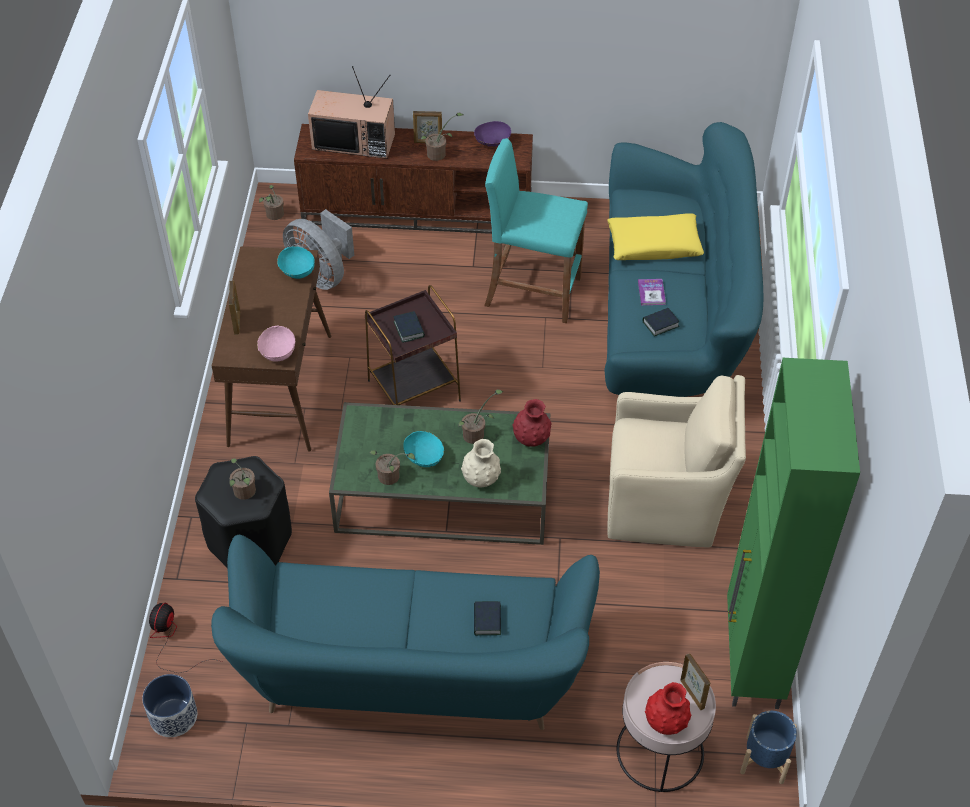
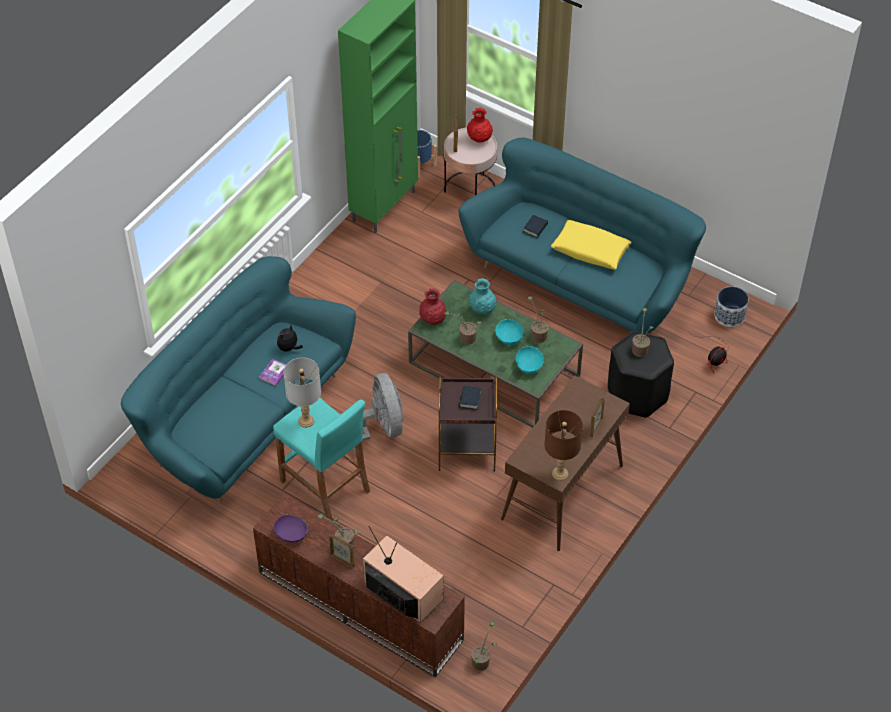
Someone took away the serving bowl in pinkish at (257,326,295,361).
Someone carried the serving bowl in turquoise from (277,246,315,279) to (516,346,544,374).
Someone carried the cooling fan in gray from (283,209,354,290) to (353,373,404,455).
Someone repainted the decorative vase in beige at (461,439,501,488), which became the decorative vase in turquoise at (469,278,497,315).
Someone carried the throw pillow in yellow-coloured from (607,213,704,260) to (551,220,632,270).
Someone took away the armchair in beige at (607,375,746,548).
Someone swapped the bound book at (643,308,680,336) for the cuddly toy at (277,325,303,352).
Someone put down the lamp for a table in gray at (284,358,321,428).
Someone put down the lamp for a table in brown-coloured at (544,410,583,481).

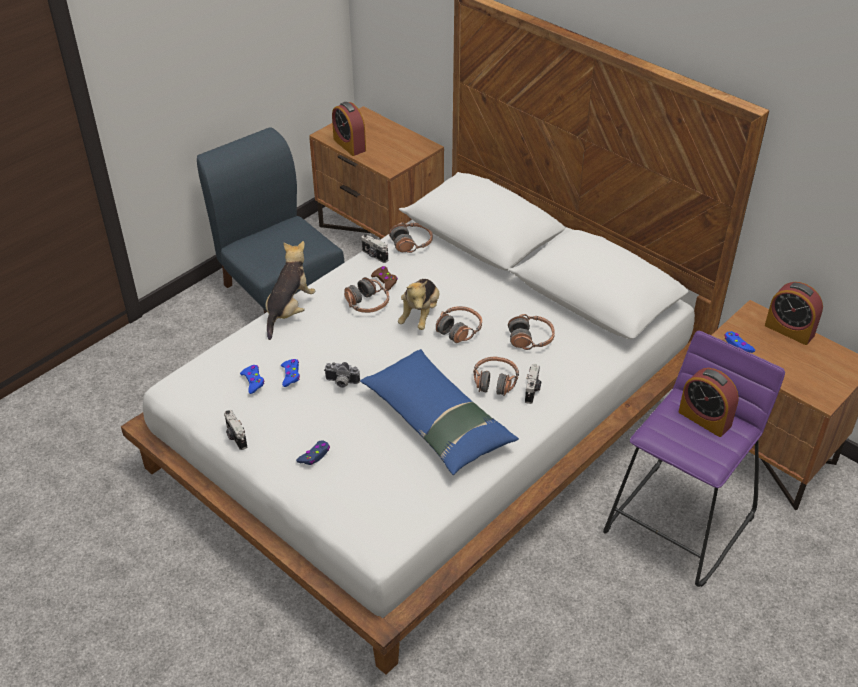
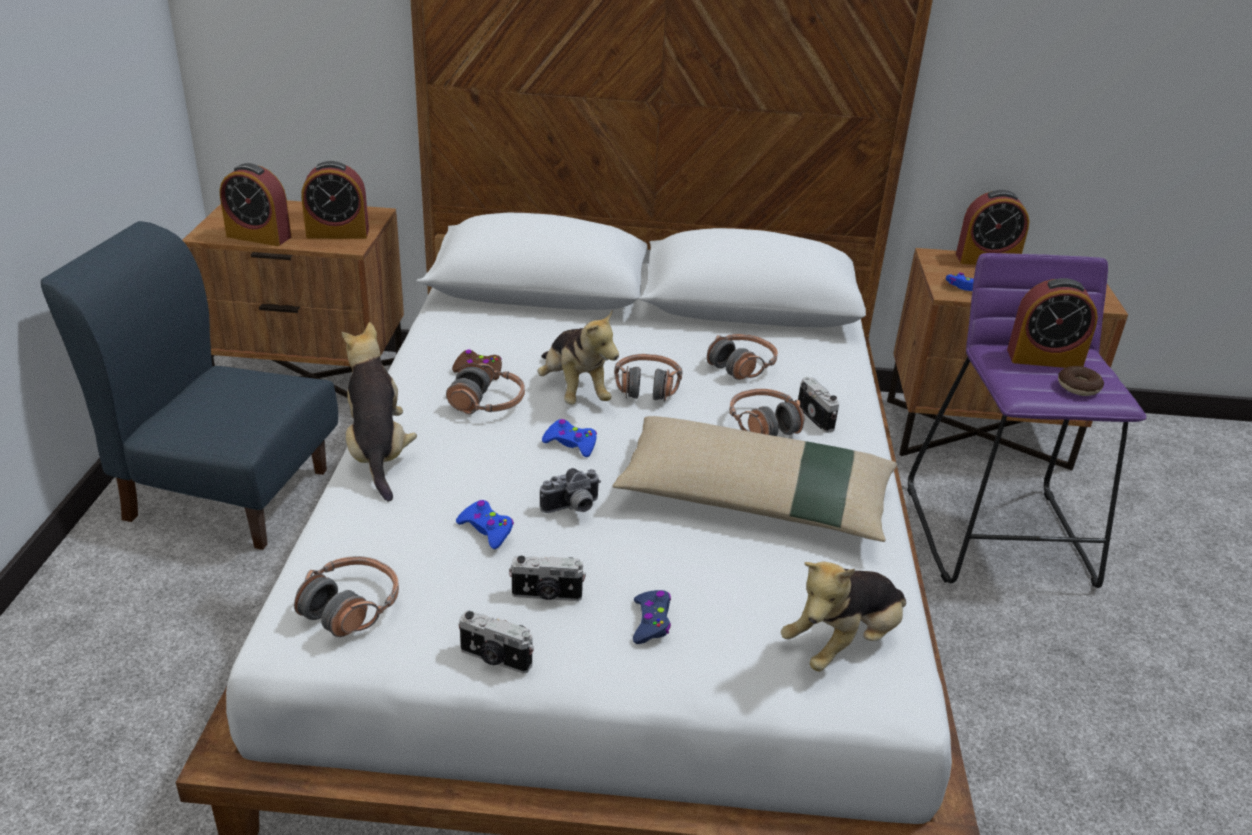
Someone carried the game controller in blue-coloured from (240,365,264,394) to (542,419,597,457).
Someone repainted the throw pillow in blue-coloured at (360,349,519,475), which became the throw pillow in beige at (613,416,897,542).
Someone carried the photo camera from (362,234,388,263) to (509,556,586,601).
Someone carried the headphones from (389,222,433,253) to (294,556,399,637).
Someone put down the alarm clock at (301,161,369,239).
Someone put down the cuddly toy at (781,562,906,672).
Someone put down the doughnut at (1058,366,1104,396).

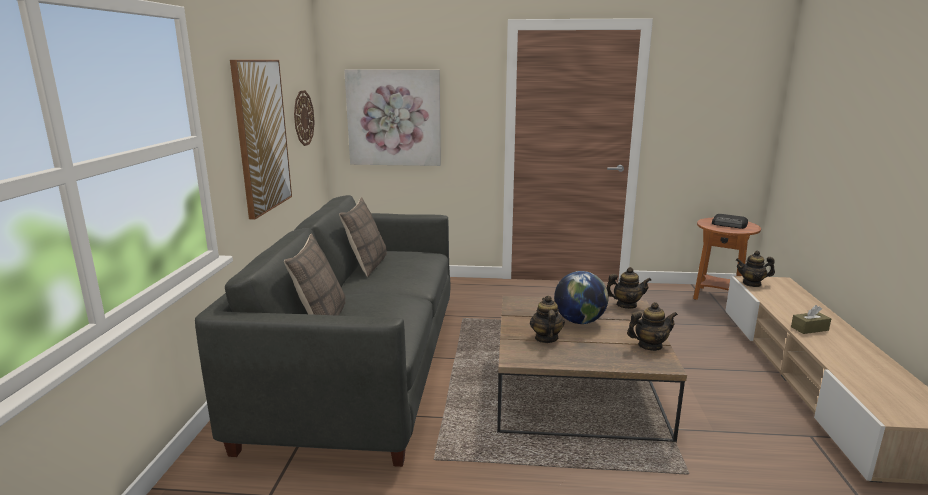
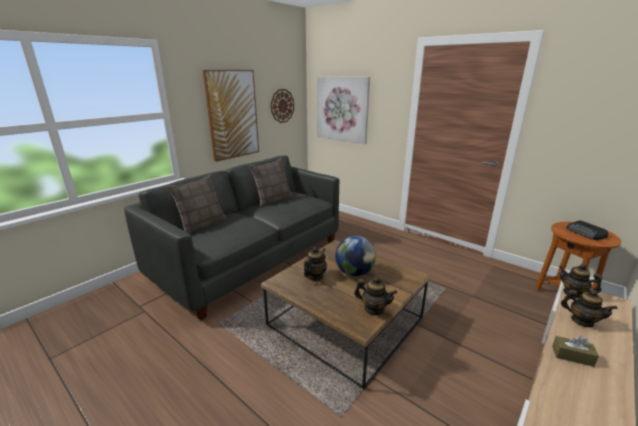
Someone carried the tea pot from (607,267,651,309) to (561,290,618,327).

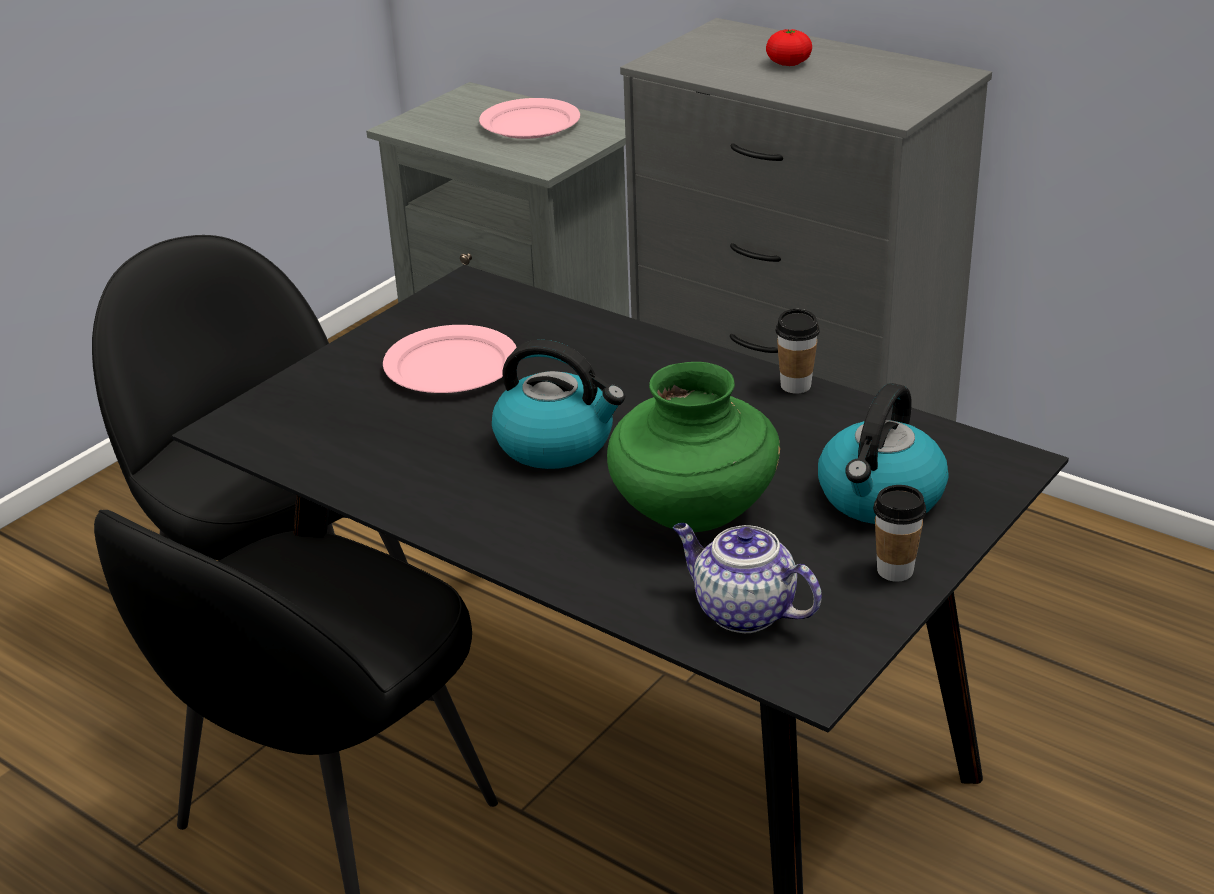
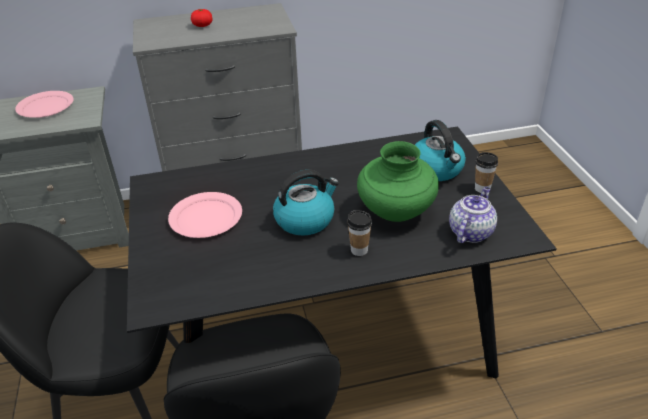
Someone rotated the tea pot at (673,523,822,633) by 135 degrees clockwise.
Someone carried the drinking cup from (776,309,820,394) to (347,210,372,256).

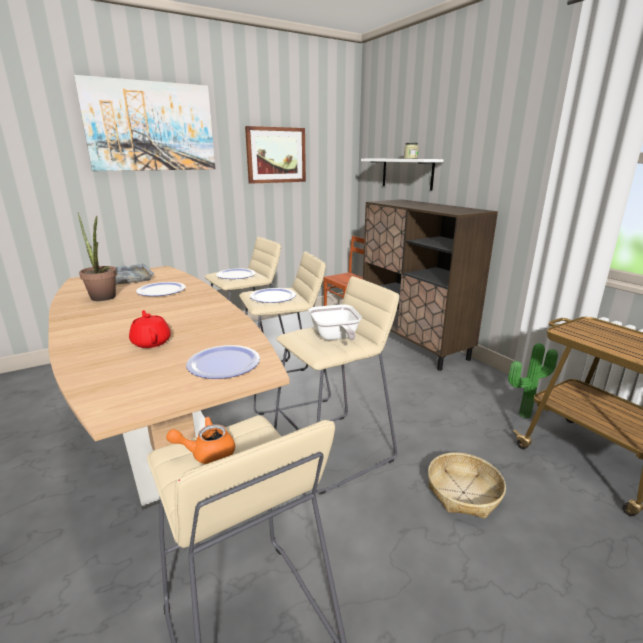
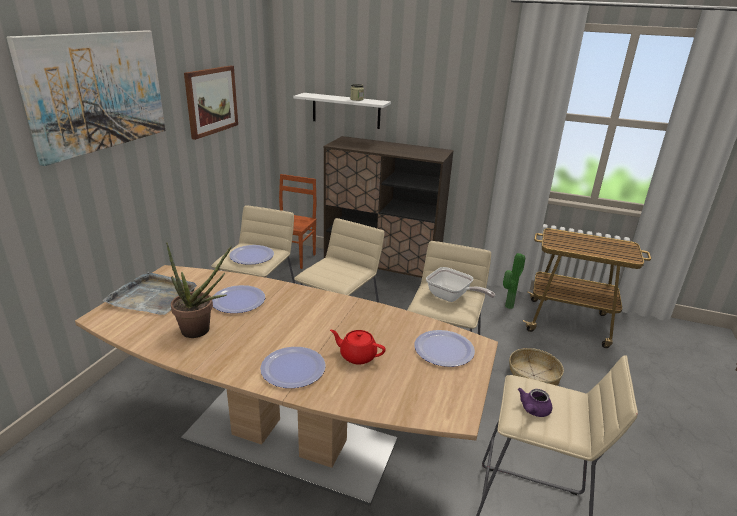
Someone repainted the tea pot in orange at (166,417,235,464), which became the tea pot in purple-coloured at (518,388,552,417).
Someone carried the dinner plate from (250,288,296,303) to (260,347,326,388).

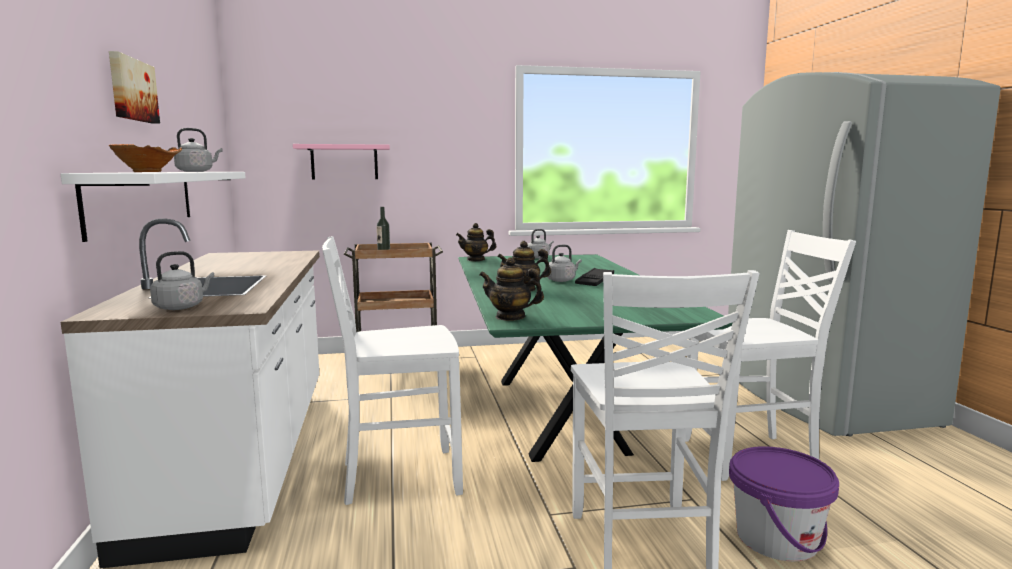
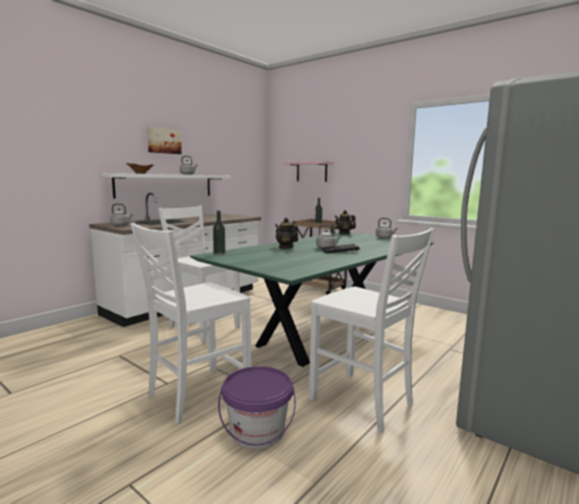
Someone swapped the tea pot at (479,257,544,321) for the beverage bottle at (213,211,225,255).

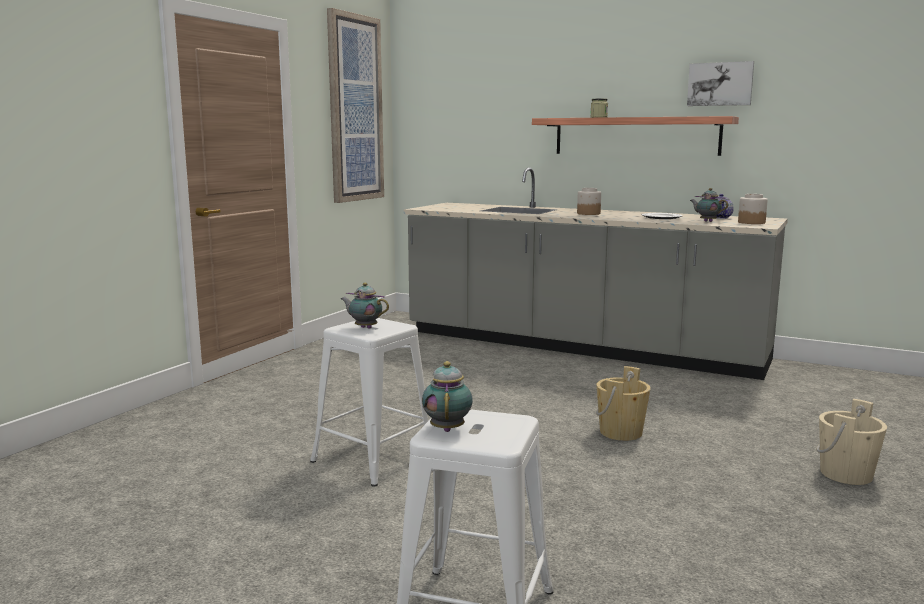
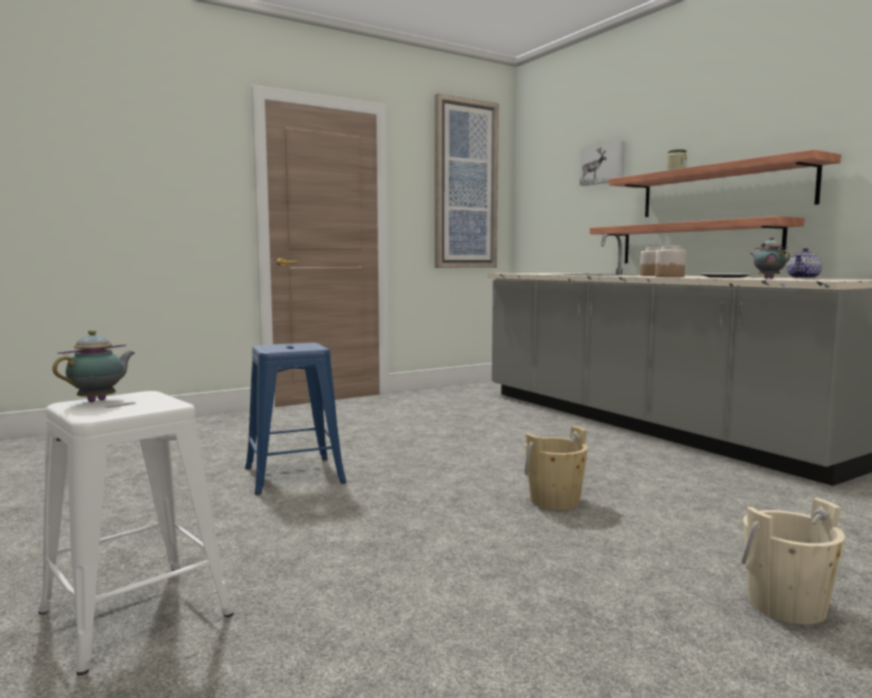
Someone repainted the sitting stool in white at (310,318,428,487), which became the sitting stool in blue-coloured at (245,343,346,495).
Someone took away the tea pot at (341,283,389,329).
Someone carried the picture from (687,61,754,106) to (580,141,625,186).
Someone carried the storage jar from (738,194,768,224) to (655,246,686,277).
Someone put up the wall shelf at (590,216,805,264).

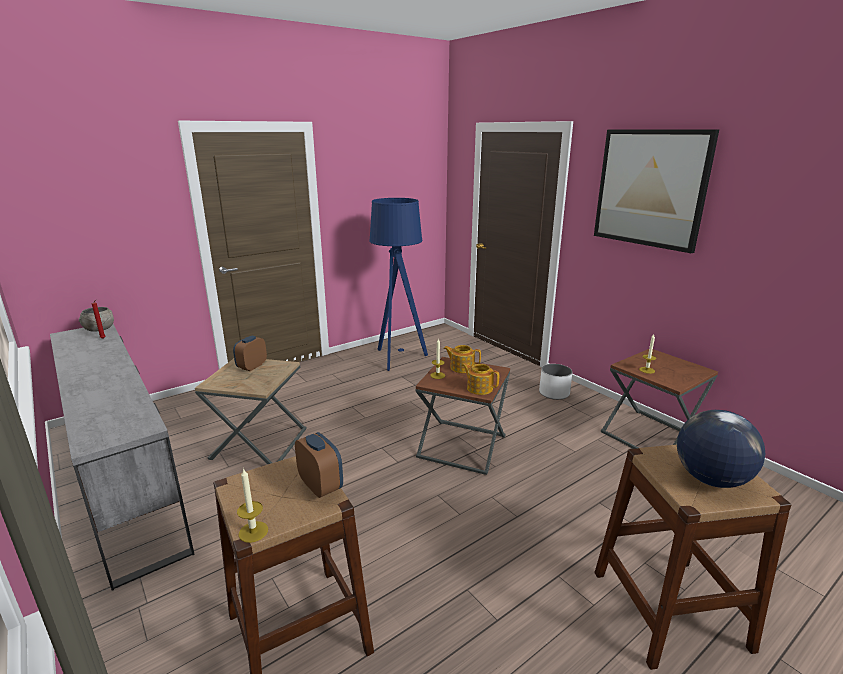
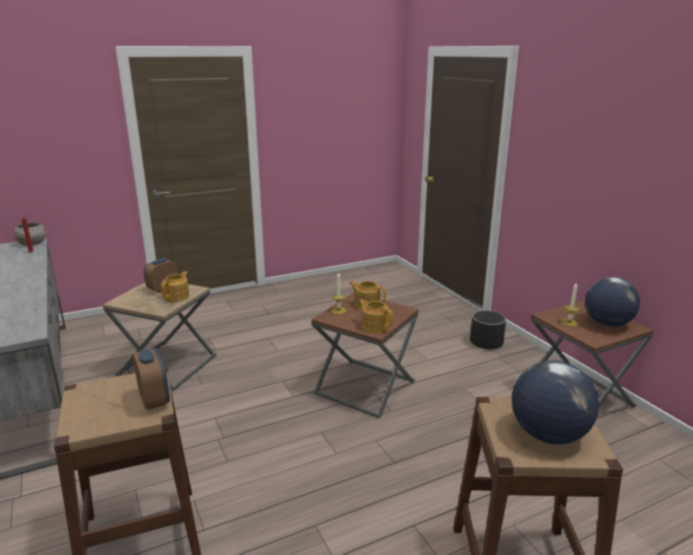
Someone took away the wax candle at (237,468,268,543).
Someone took away the floor lamp in blue-coloured at (369,198,428,371).
Someone repainted the planter in white at (539,364,572,400), which became the planter in black-coloured at (470,310,506,350).
Someone took away the picture at (594,130,719,253).
Someone put down the tea pot at (161,271,189,302).
Someone put down the globe at (585,277,640,327).

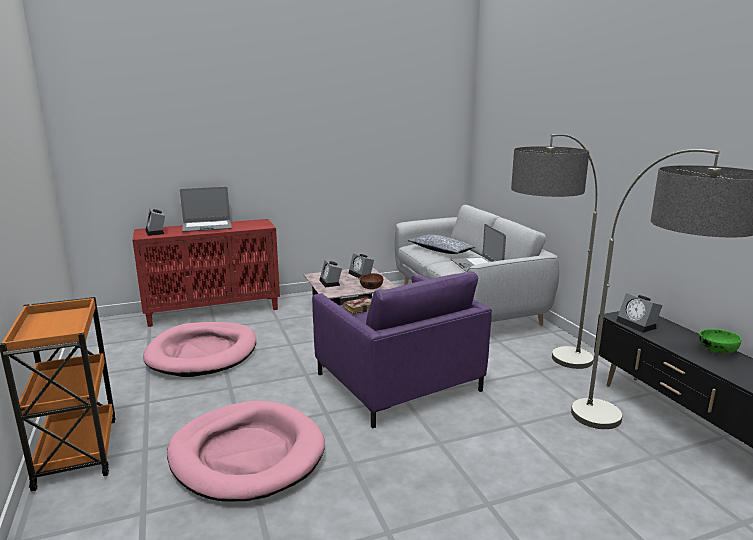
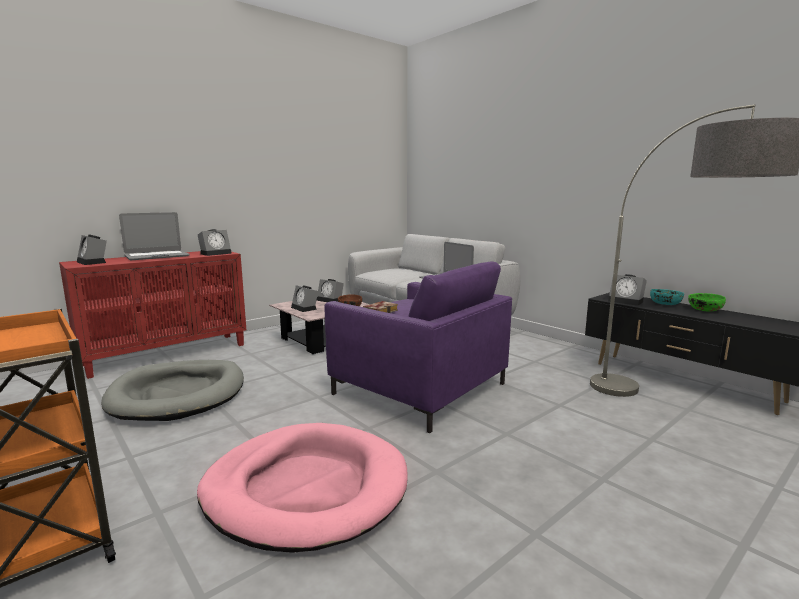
Someone repainted the dog bed in pinkish at (143,322,256,377), which became the dog bed in gray at (101,360,244,421).
Someone took away the throw pillow at (408,235,475,254).
Someone took away the floor lamp at (511,134,597,369).
Someone put down the alarm clock at (198,229,232,256).
Someone put down the serving bowl in turquoise at (650,289,684,305).

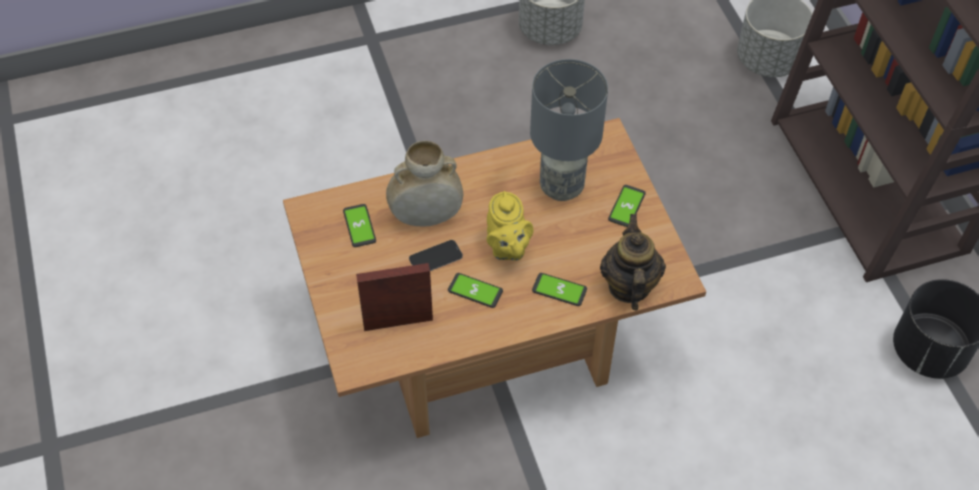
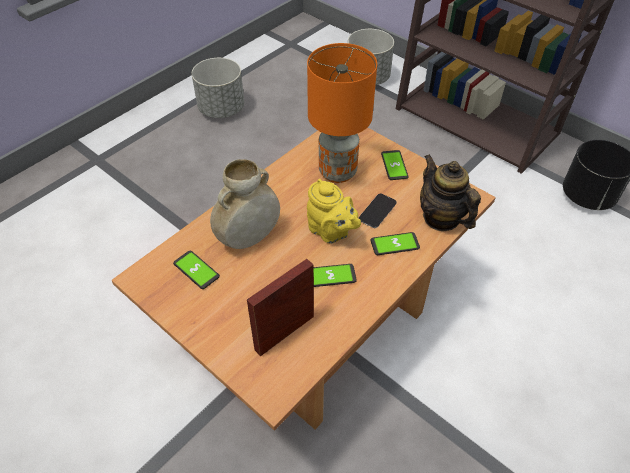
Someone carried the phone from (409,240,463,271) to (358,194,397,228).
Someone repainted the lamp for a table in gray at (530,59,608,201), which became the lamp for a table in orange at (307,43,377,183).

